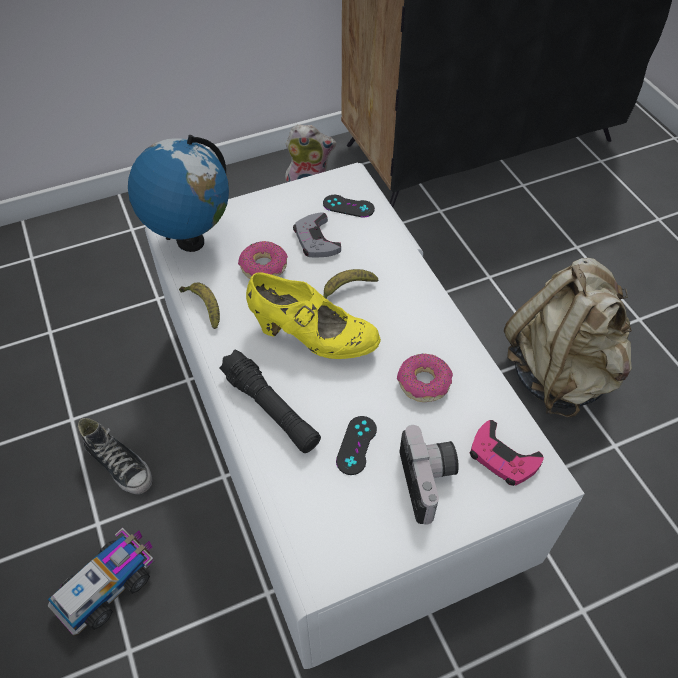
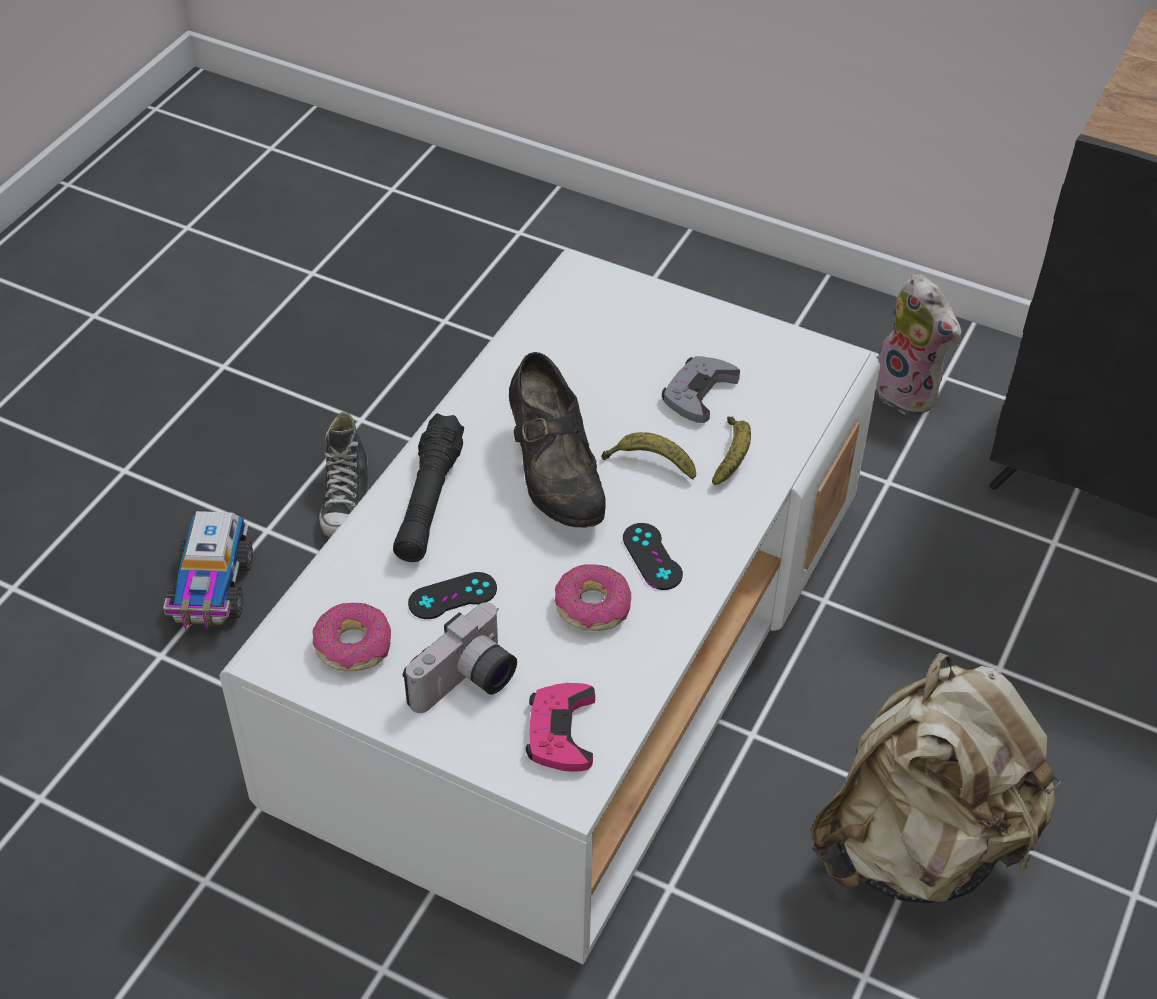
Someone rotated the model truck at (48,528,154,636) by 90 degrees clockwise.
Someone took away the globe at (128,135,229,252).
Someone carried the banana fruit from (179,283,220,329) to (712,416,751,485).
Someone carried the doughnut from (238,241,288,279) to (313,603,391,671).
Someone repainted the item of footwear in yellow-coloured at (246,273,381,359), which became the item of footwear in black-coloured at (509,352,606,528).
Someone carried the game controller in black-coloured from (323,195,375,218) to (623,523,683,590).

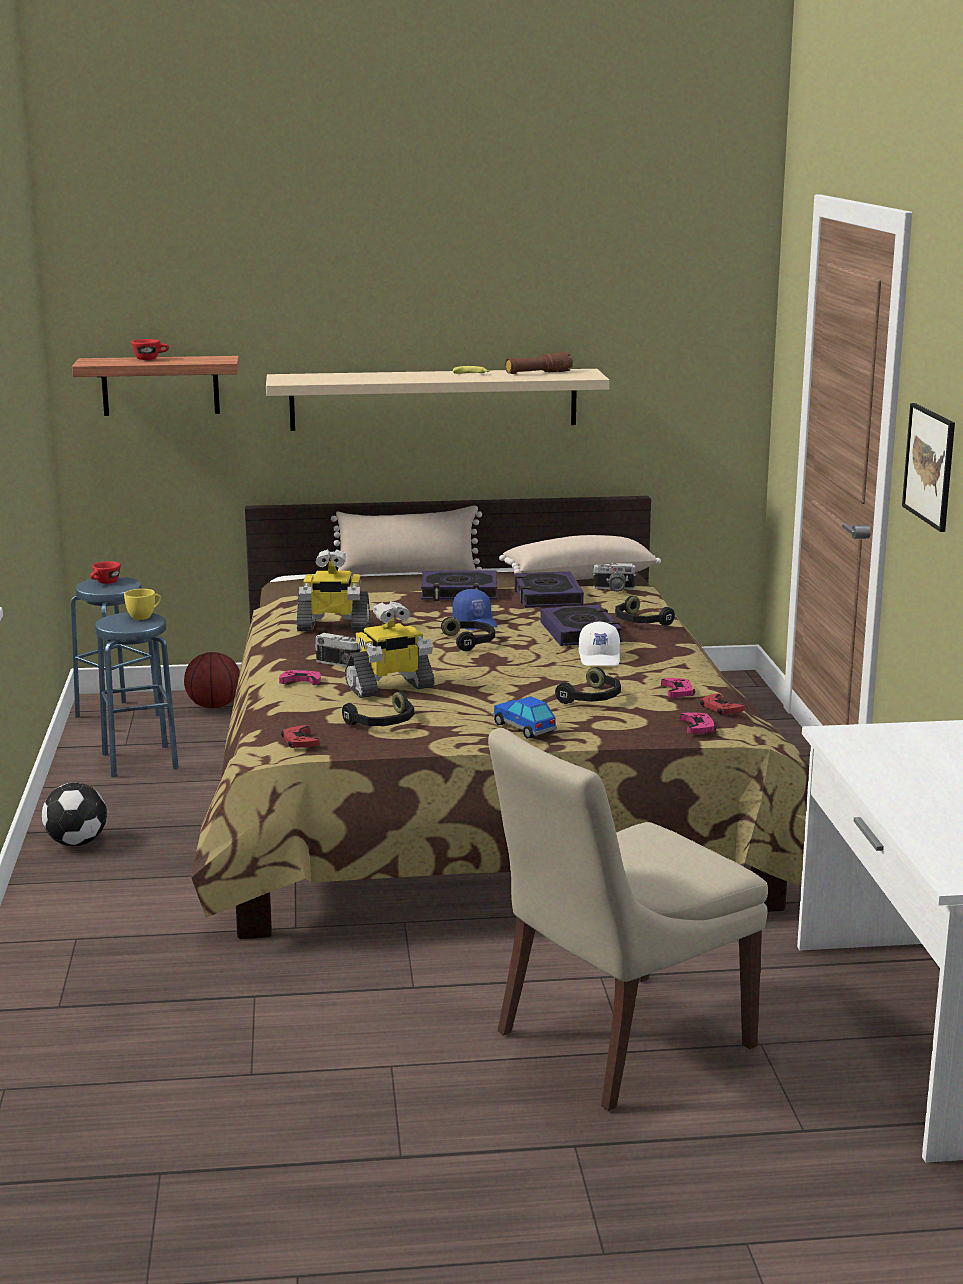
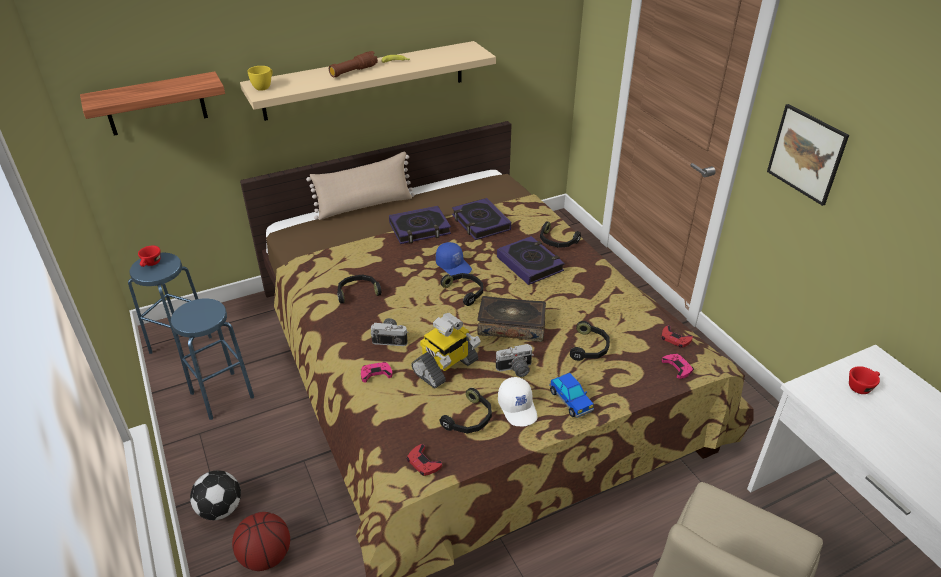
Someone carried the drinking cup in yellow-coloured from (124,589,161,620) to (247,66,273,91).
Someone carried the drinking cup in red-coloured from (131,339,169,360) to (849,366,880,394).
Someone carried the ball for basketball from (184,652,240,708) to (232,512,290,571).
Someone swapped the toy robot at (297,549,370,631) for the headphones in black-coloured at (337,275,382,303).
Someone rotated the miniature car at (493,696,557,739) by 150 degrees counterclockwise.
Someone took away the throw pillow in beige at (499,535,661,580).
Someone carried the flashlight in brown-coloured from (505,352,573,374) to (329,51,378,77).
Someone carried the baseball cap in white from (579,622,620,666) to (498,377,538,426).
Someone carried the photo camera from (592,563,636,592) to (496,344,534,377).
Someone took away the game controller in pinkish at (661,678,695,697).
Someone put down the bound book at (477,296,546,342).

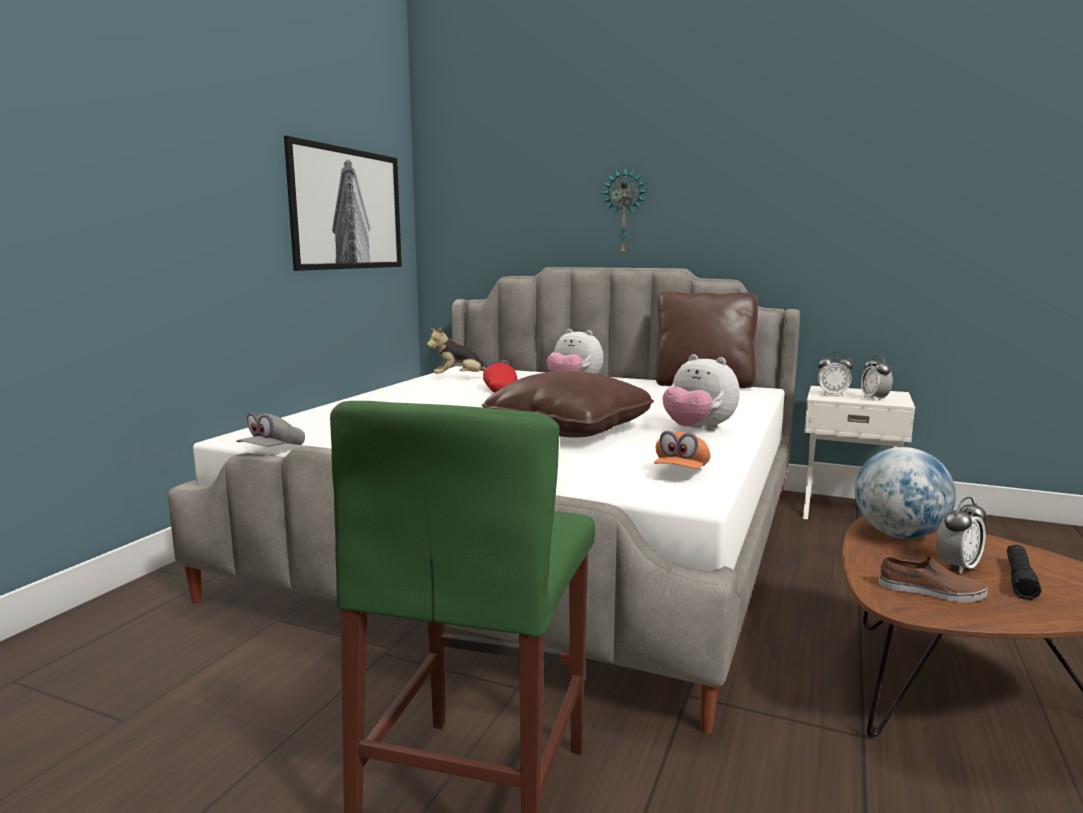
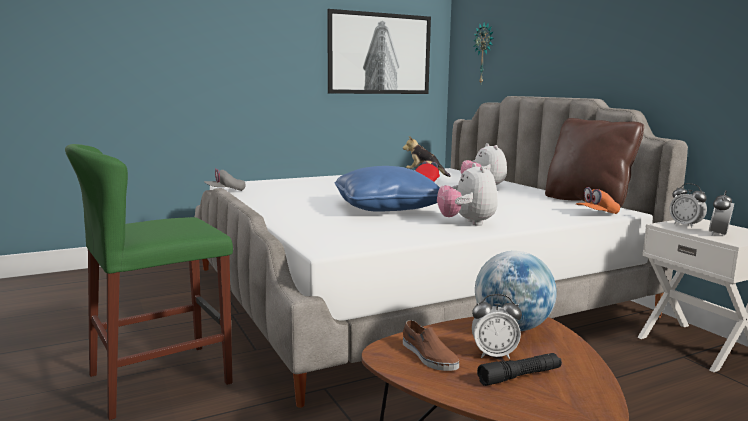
Someone repainted the throw pillow in brown-coloured at (482,371,654,438), which became the throw pillow in blue-coloured at (334,166,440,212).
Someone carried the clock on the wall from (602,167,648,255) to (473,22,494,83).
Someone carried the baseball cap in orange from (654,431,711,469) to (576,187,620,214).

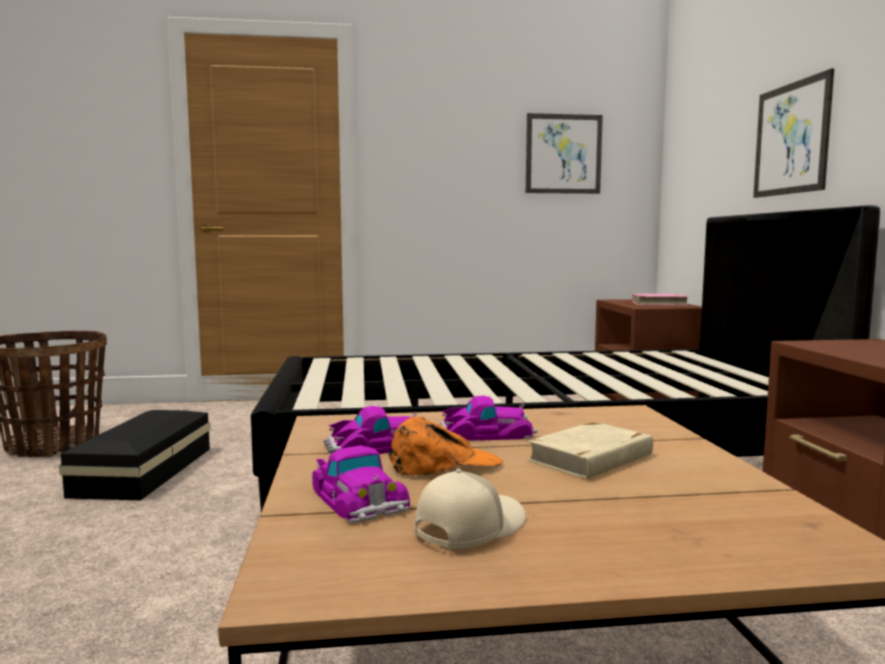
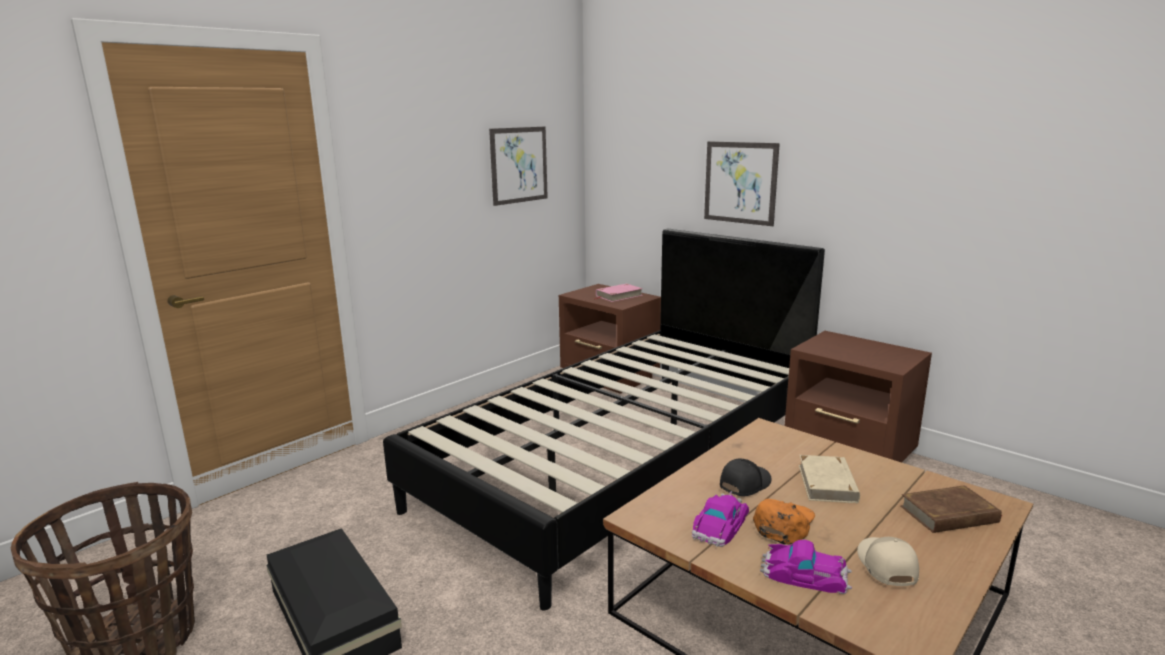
Someone swapped the miniature car at (439,396,538,440) for the baseball cap in black-coloured at (720,459,772,496).
Someone put down the bound book in brown-coloured at (900,485,1002,533).

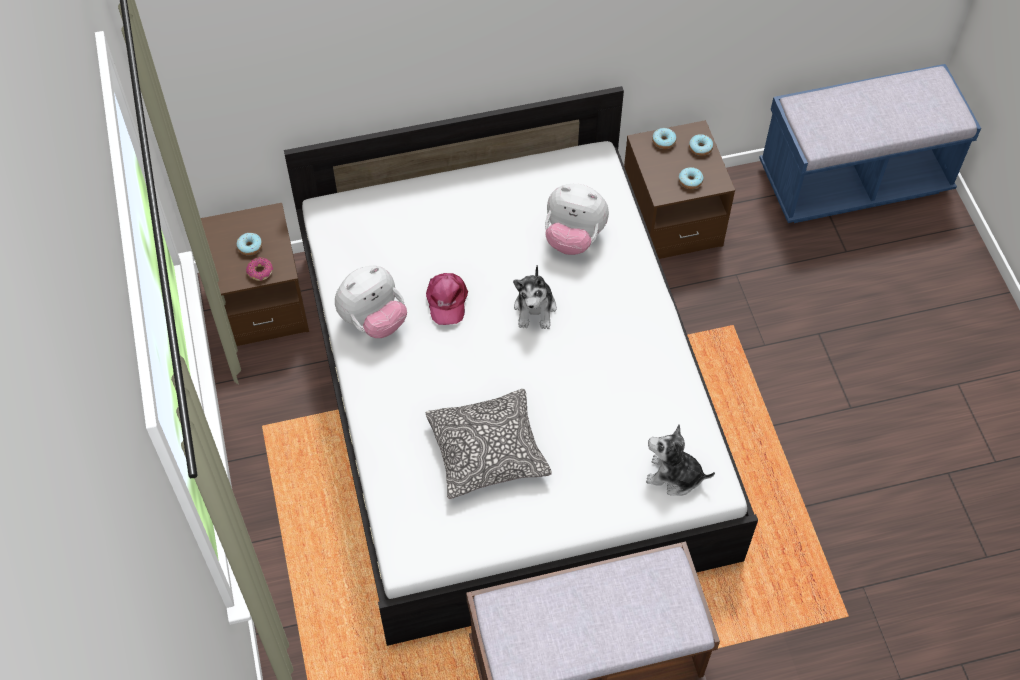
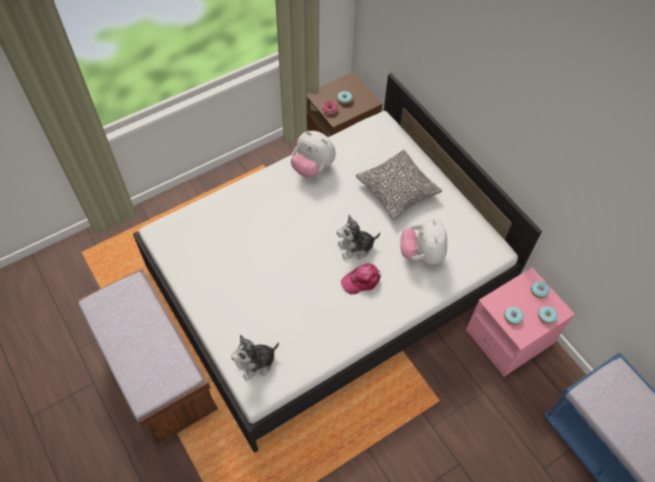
Someone carried the baseball cap in pinkish from (426,273,468,325) to (341,263,381,294).
Someone carried the throw pillow from (426,389,552,499) to (356,150,442,220).
Someone repainted the nightstand in brown-coloured at (624,120,735,259), which became the nightstand in pinkish at (466,268,575,377).
Someone rotated the cuddly toy at (646,424,715,496) by 120 degrees counterclockwise.

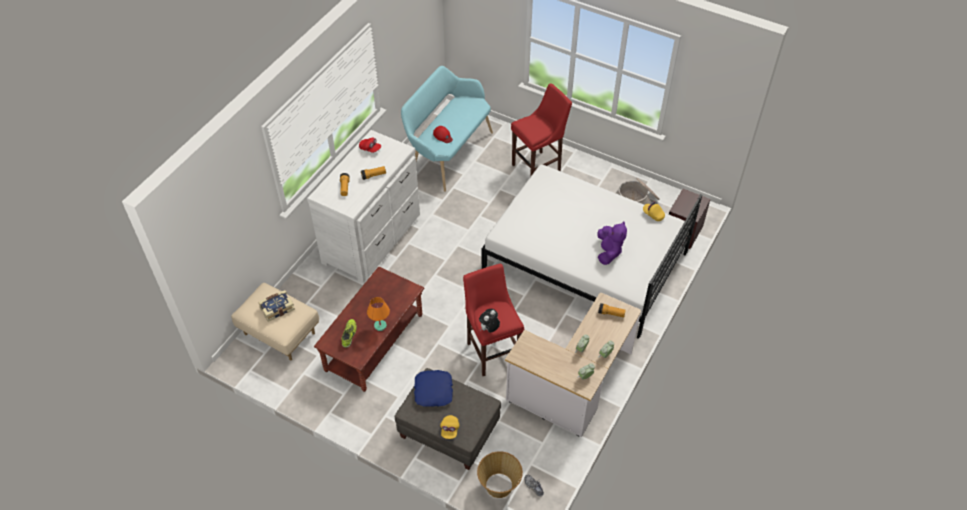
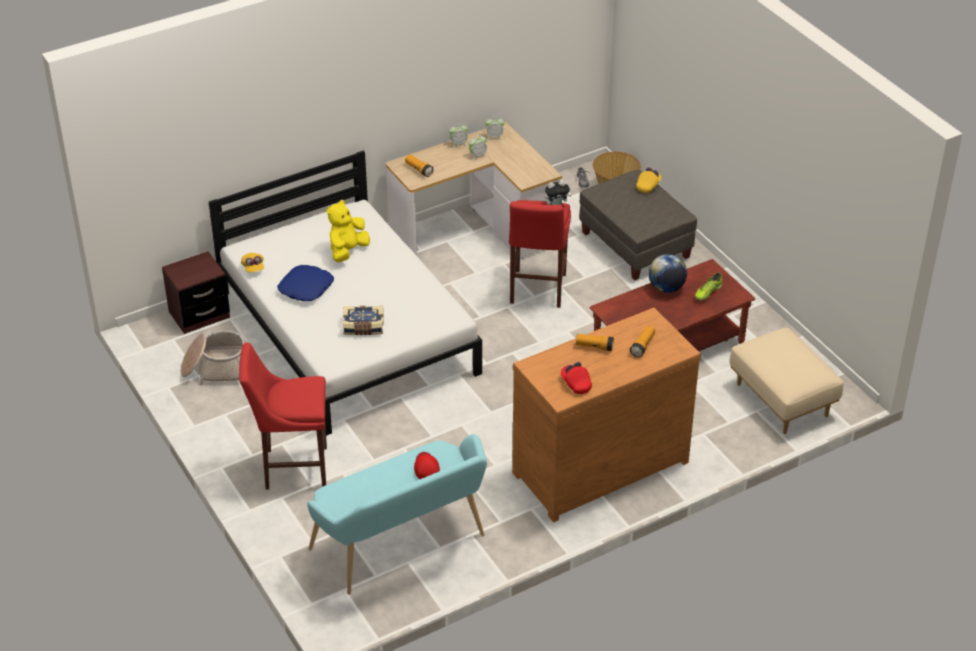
Someone carried the bound book from (258,290,295,322) to (343,306,384,335).
Someone repainted the drawer chest in white at (307,130,420,283), which became the drawer chest in brown-coloured at (512,308,701,522).
Someone swapped the lamp for a table in orange at (367,297,390,331) for the globe at (648,254,687,293).
Someone carried the throw pillow in blue-coloured from (414,370,453,406) to (277,265,334,301).
Someone repainted the cuddly toy in purple-coloured at (597,221,627,265), which became the cuddly toy in yellow-coloured at (327,200,370,262).

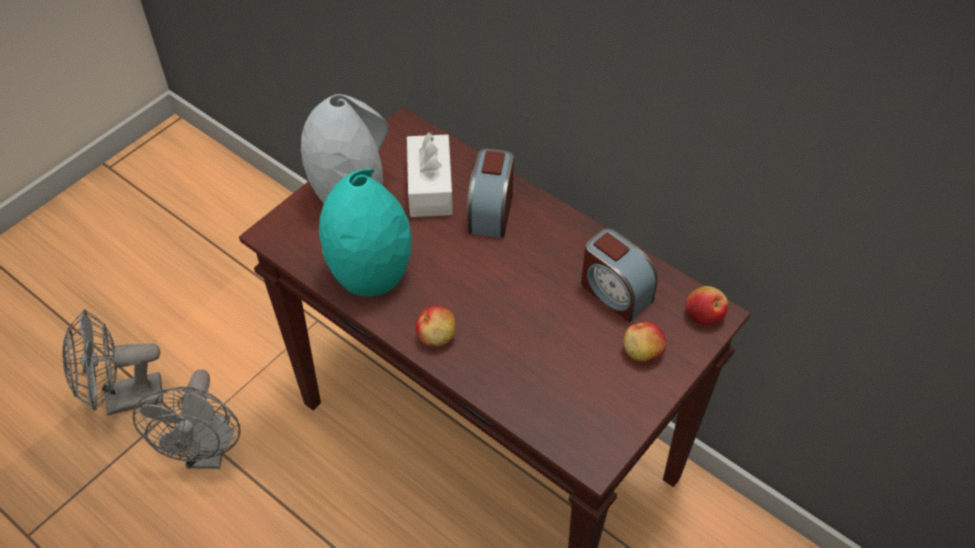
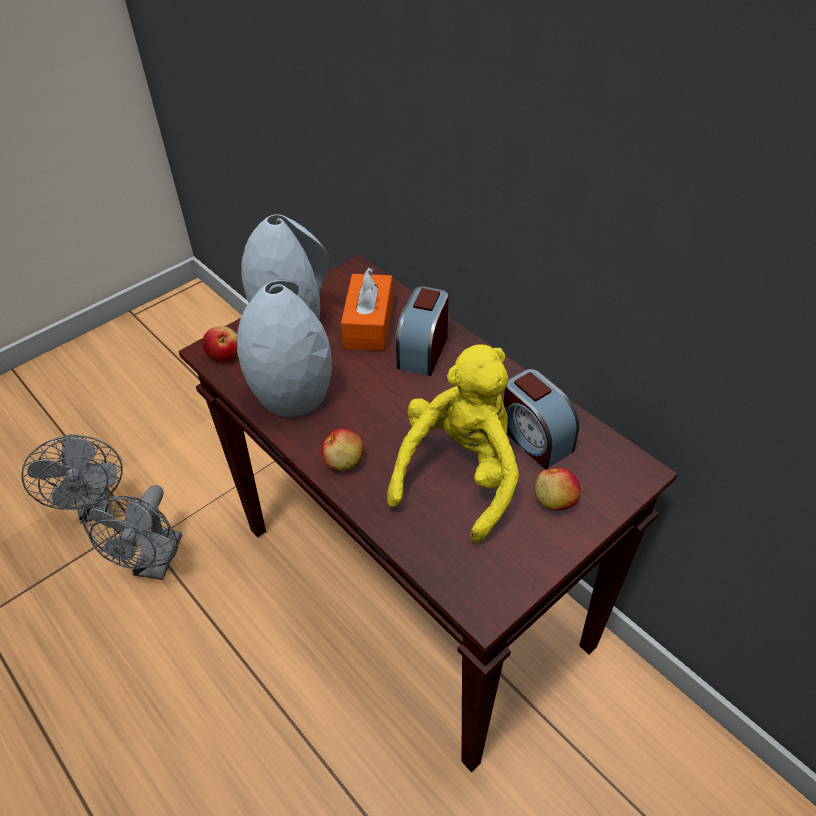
Someone rotated the cooling fan in gray at (62,310,163,415) by 105 degrees counterclockwise.
Someone repainted the decorative vase in turquoise at (319,169,412,297), which became the decorative vase in gray at (237,280,332,417).
Someone repainted the tissue box in white at (407,131,453,217), which became the tissue box in orange at (341,267,393,351).
Someone carried the apple from (685,286,728,325) to (202,326,238,362).
Someone put down the cuddly toy in yellow-coloured at (387,345,519,543).

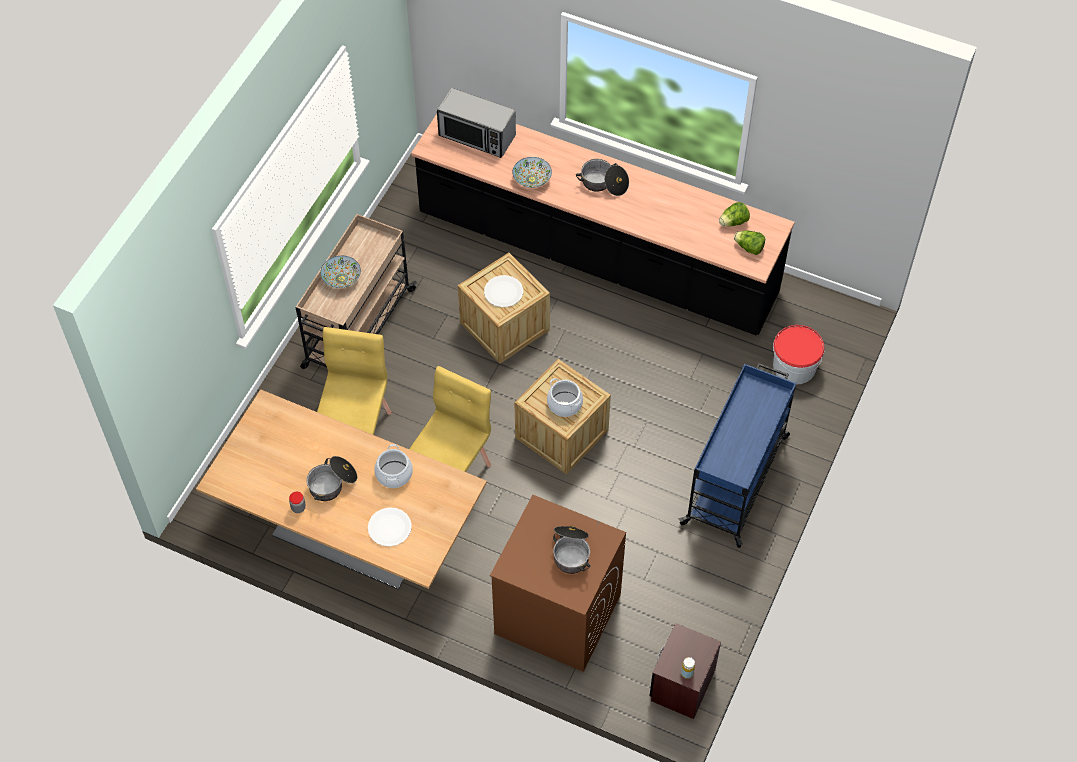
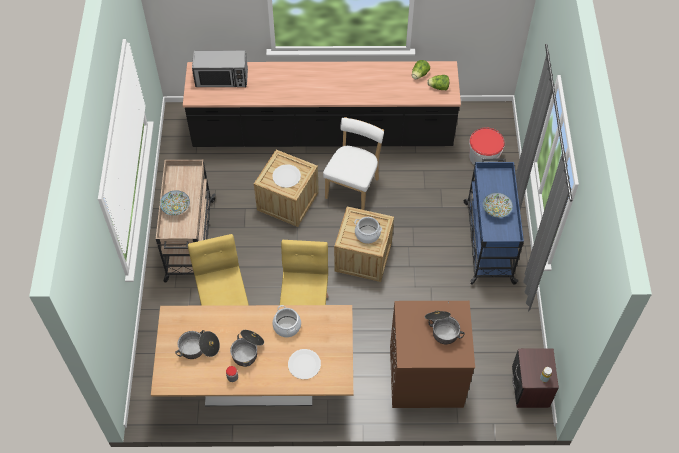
Someone carried the serving bowl from (512,157,552,188) to (483,193,513,218).
Someone carried the stockpot from (576,159,629,196) to (175,330,220,359).
Someone put down the chair in white at (323,117,384,210).

